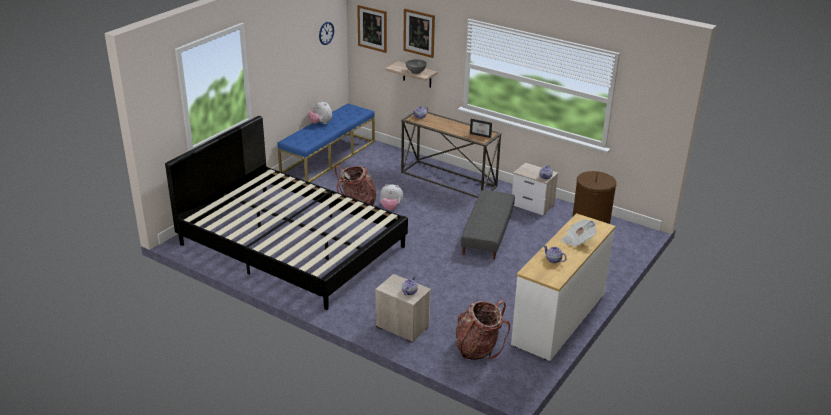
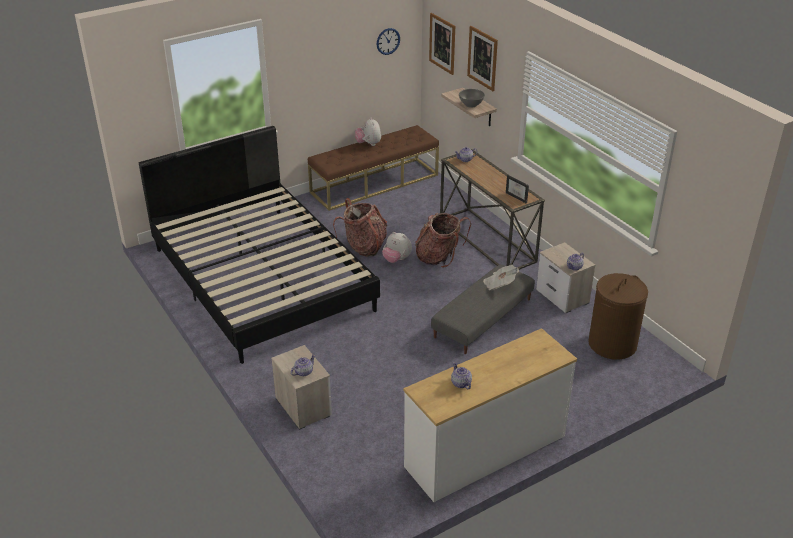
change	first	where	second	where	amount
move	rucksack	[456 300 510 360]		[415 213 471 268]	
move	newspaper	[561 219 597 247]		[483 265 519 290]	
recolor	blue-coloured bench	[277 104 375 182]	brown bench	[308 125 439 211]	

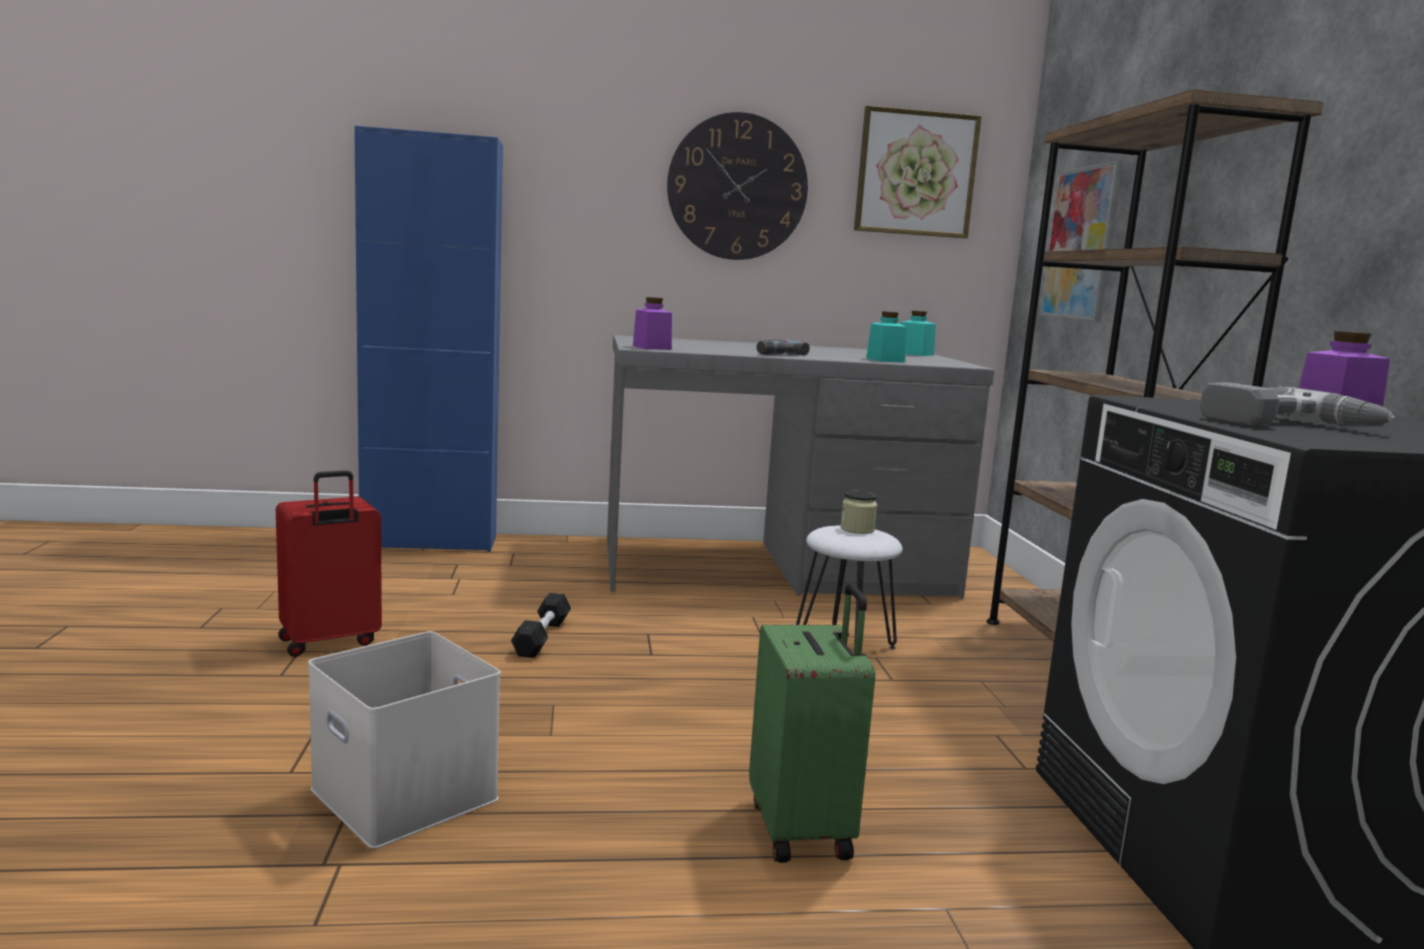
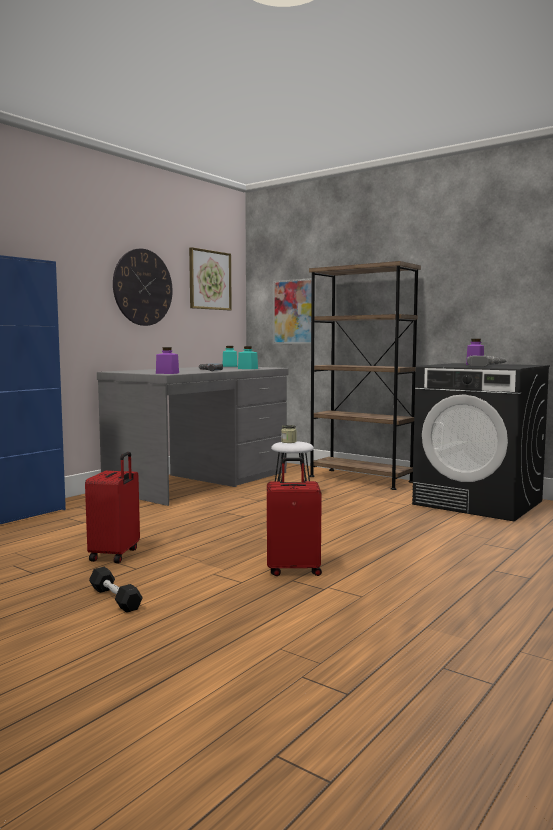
change	first	where	second	where	amount
delete	green suitcase	[749 583 875 863]			
move	black hand weight	[511 593 571 658]		[89 567 143 613]	
replace	white-coloured storage bin	[308 631 501 849]	red-coloured suitcase	[267 458 322 576]	

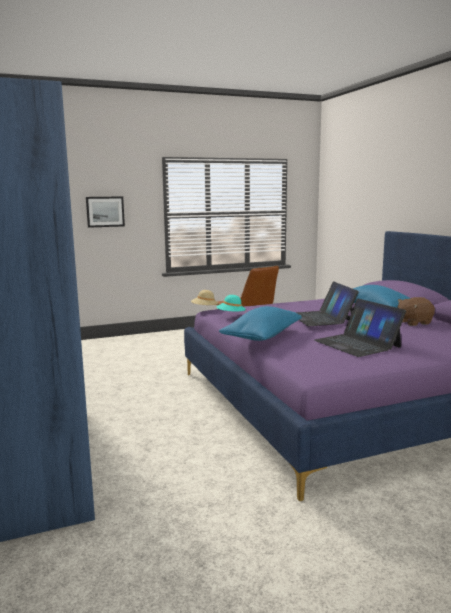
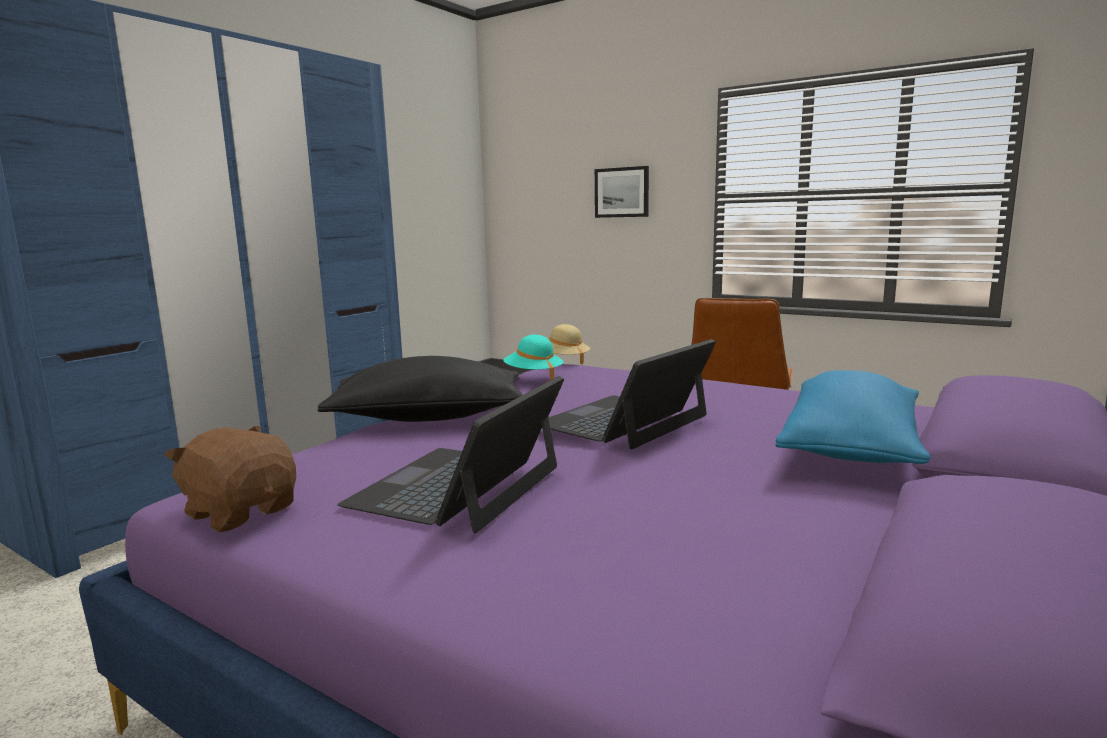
change	first	where	second	where	amount
move	brown plush toy	[397 297 435 326]		[164 426 296 532]	
recolor	blue-coloured cushion	[219 306 302 341]	black cushion	[318 356 523 422]	

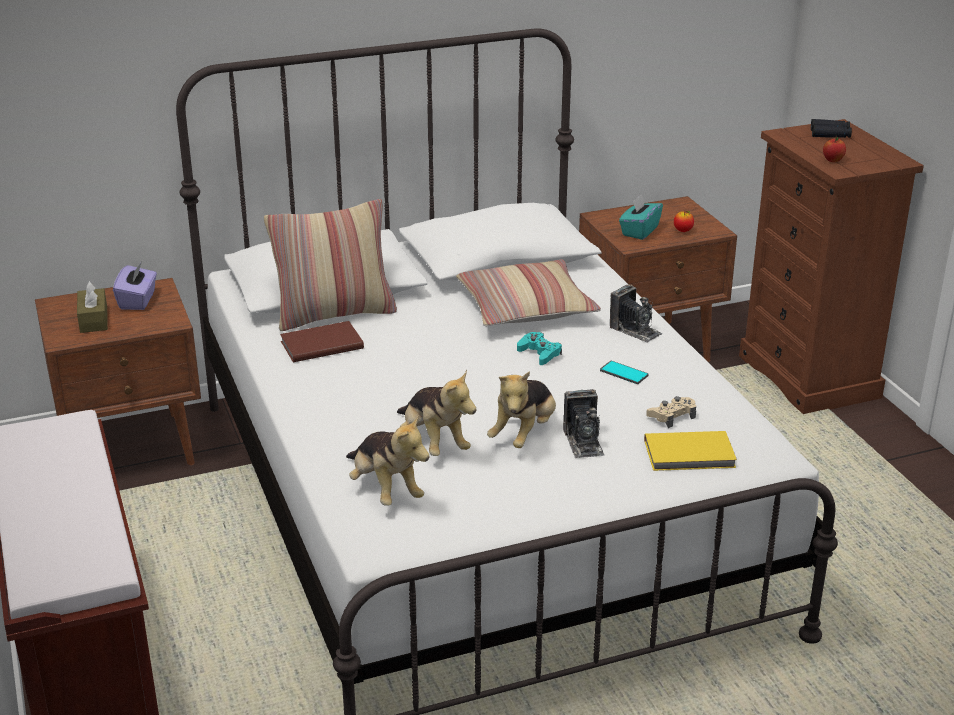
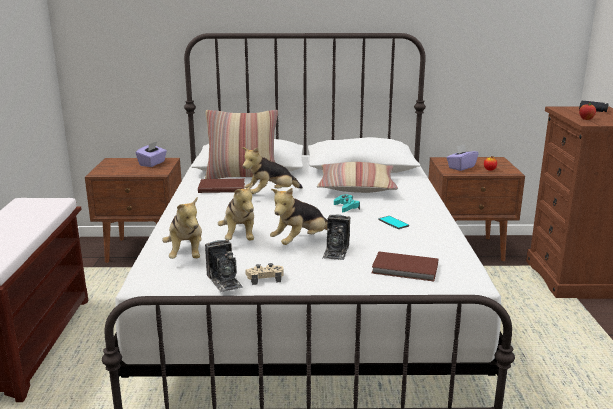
change	first	where	second	where	amount
delete	brown tissue box	[77 281 108 333]			
insert			plush toy	[242 147 303 194]	
move	photo camera	[610 284 663 343]		[205 240 243 292]	
move	beige-coloured game controller	[646 396 696 428]		[245 263 284 285]	
recolor	blue-green tissue box	[619 194 663 240]	purple tissue box	[447 144 479 171]	
recolor	yellow book	[644 431 737 471]	brown book	[371 251 438 282]	

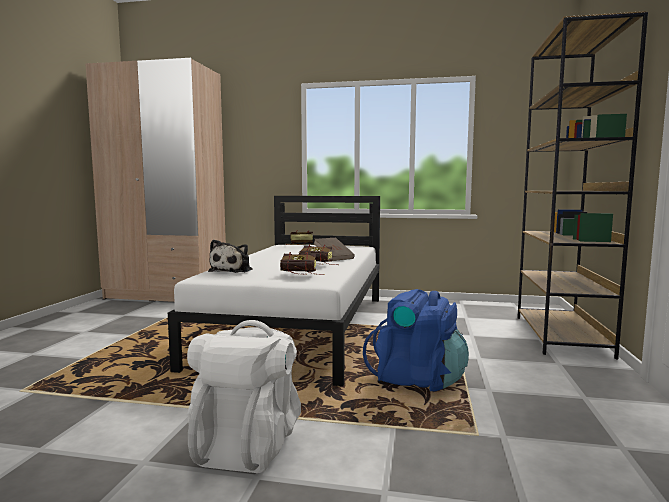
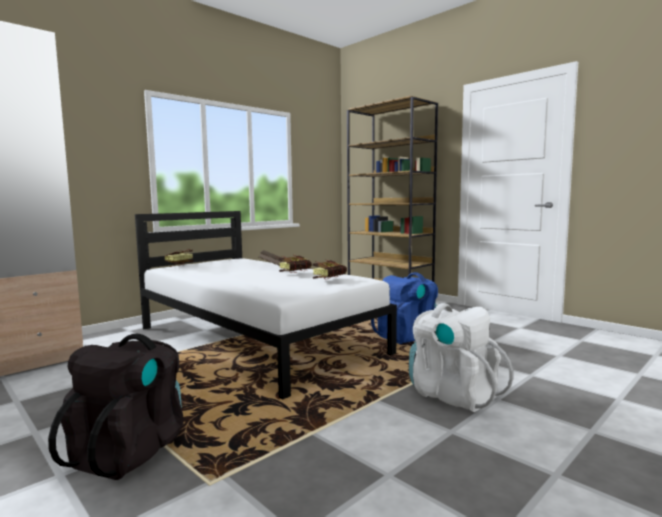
change	first	where	second	where	amount
delete	plush toy	[208 239 252 273]			
insert			black rucksack	[48 334 184 480]	

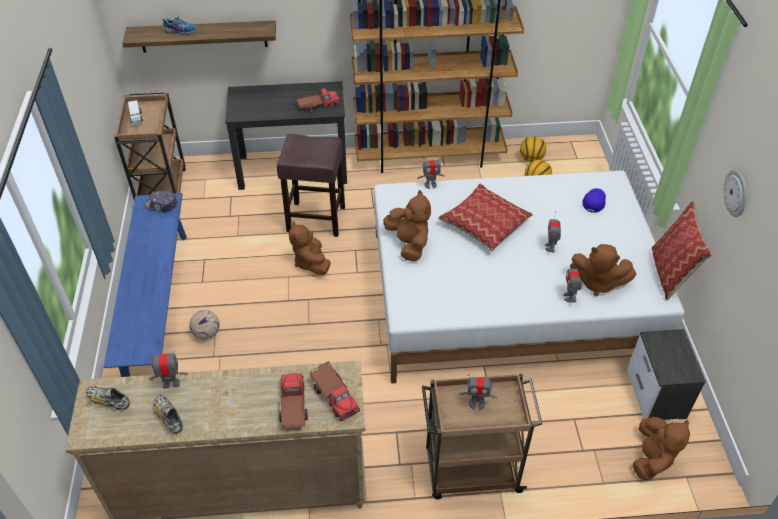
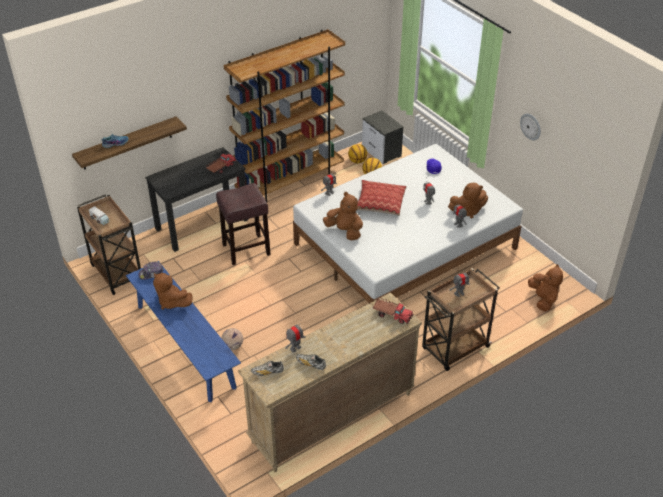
change	first	where	second	where	amount
delete	model truck	[279 373 308 428]			
delete	cushion	[652 201 713 300]			
move	brown plush toy	[289 221 331 275]		[153 273 192 310]	
move	night table	[627 329 706 420]		[362 111 404 164]	

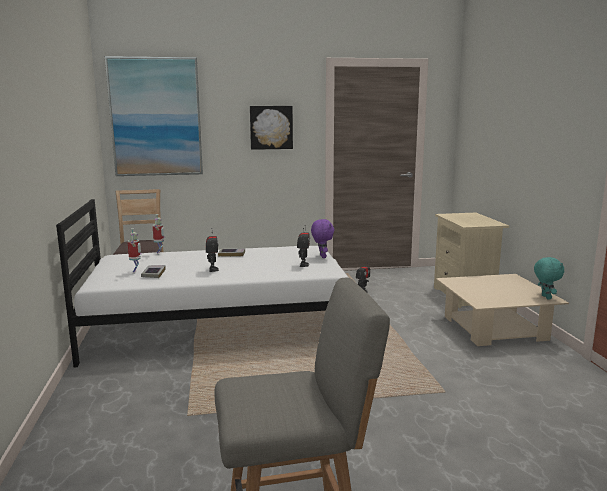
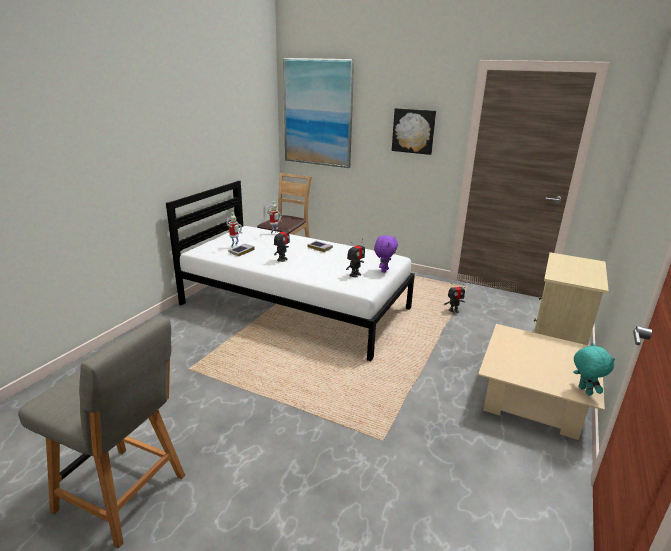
change	first	where	second	where	amount
rotate	blue-green plush toy	[534 257 564 299]		[573 343 615 396]	45 degrees counterclockwise

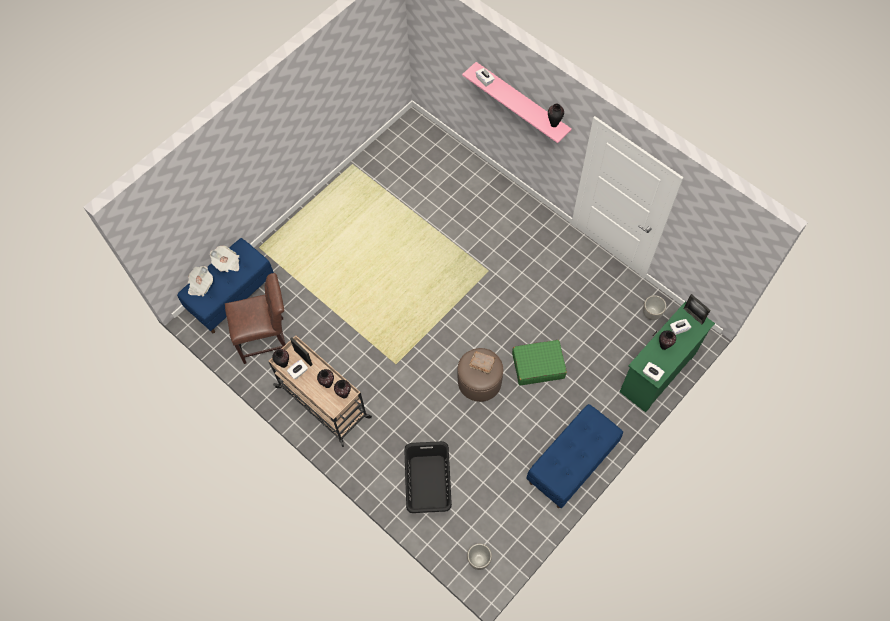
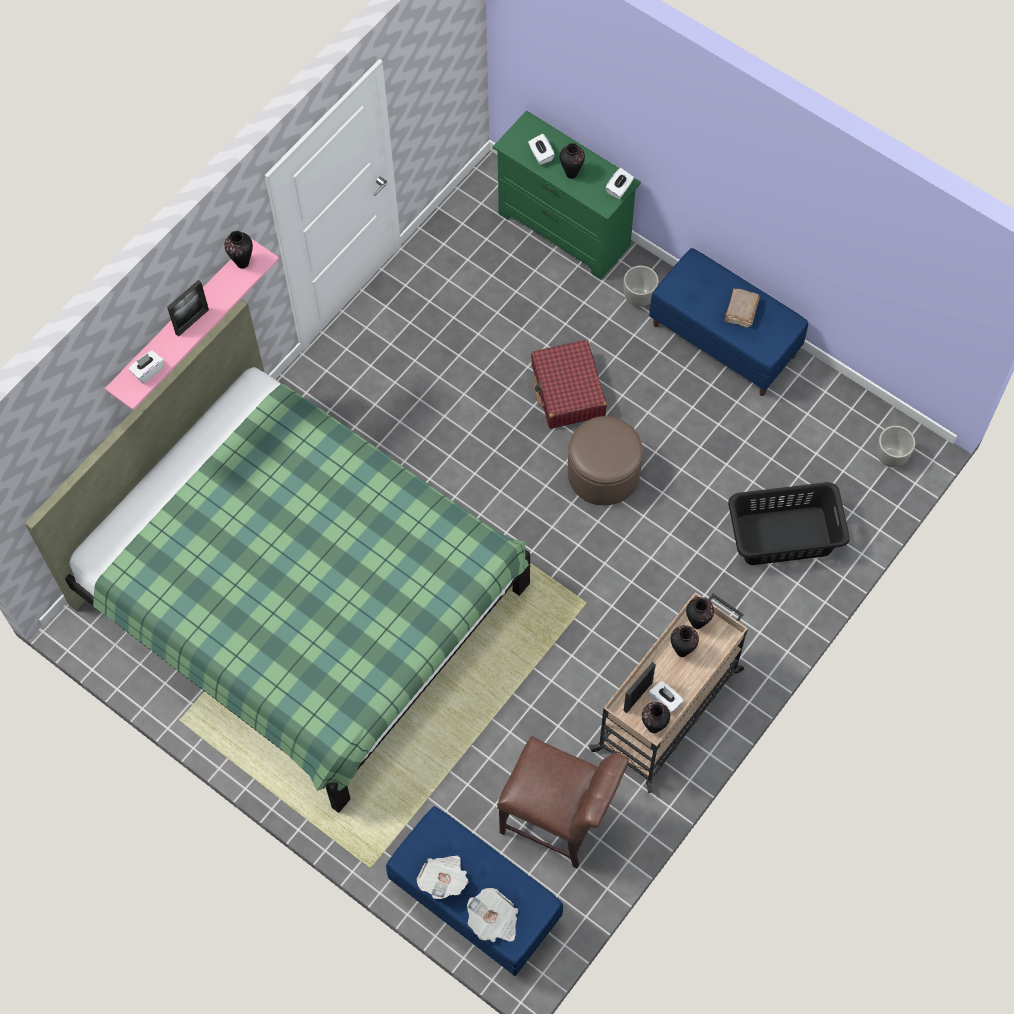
change	first	where	second	where	amount
insert			green bed	[25 299 530 813]	
move	brown book	[469 351 495 374]		[724 288 760 328]	
move	planter	[643 295 666 320]		[623 265 659 307]	
move	standing frame	[684 294 710 324]		[167 280 209 337]	
recolor	green suitcase	[512 340 567 385]	red-coloured suitcase	[531 340 607 429]	
rotate	brown upright chair	[225 273 286 364]		[497 736 629 868]	135 degrees clockwise

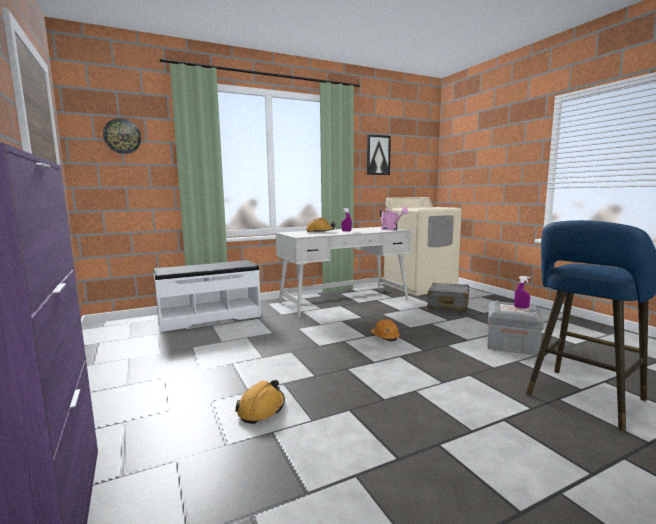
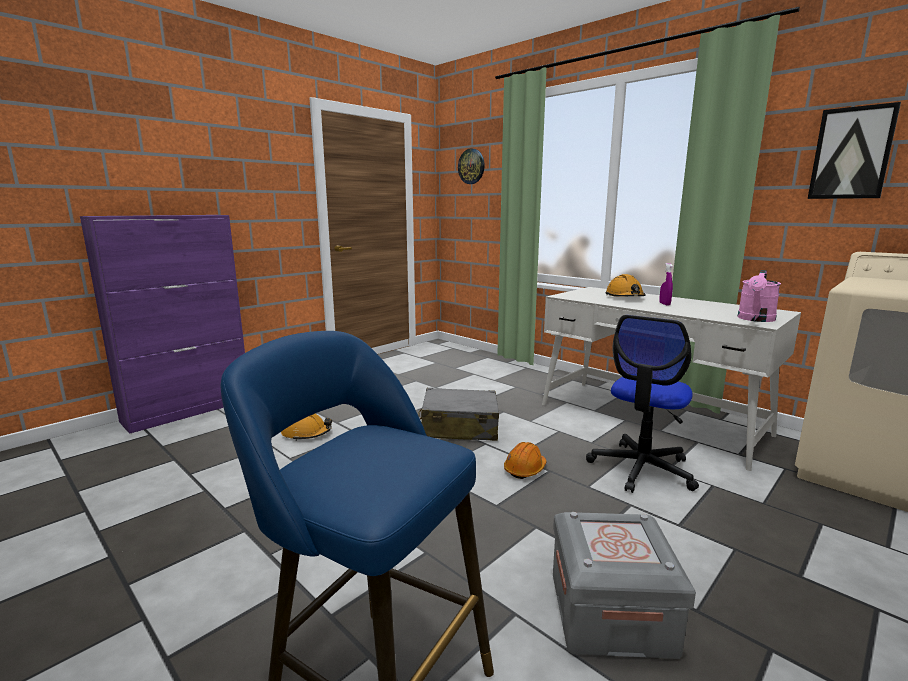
change	first	where	second	where	amount
delete	white-coloured bench	[153 260 261 332]			
delete	purple spray bottle	[514 276 530 309]			
insert			computer chair	[586 315 699 493]	
move	greyish suitcase	[427 283 469 311]		[419 388 499 441]	

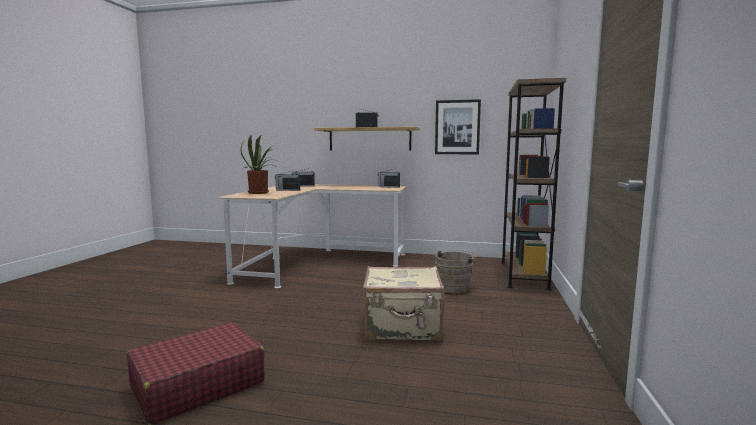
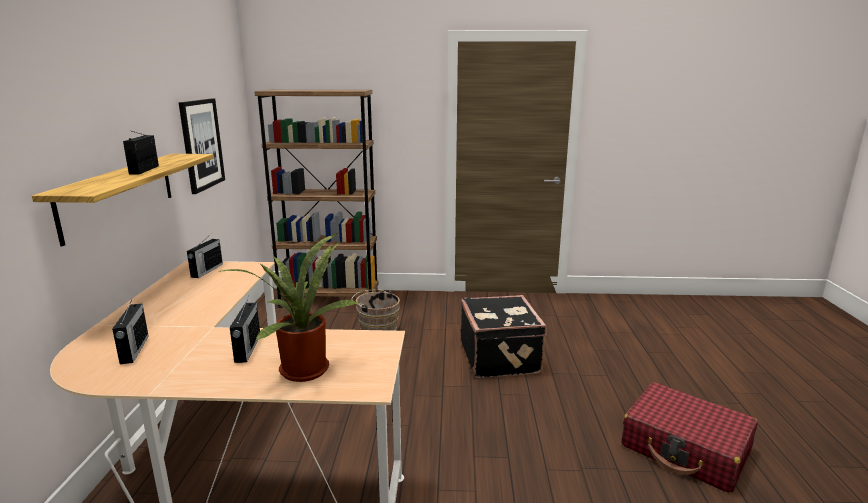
change	first	where	second	where	amount
recolor	beige-coloured suitcase	[363 266 445 341]	black suitcase	[460 295 547 378]	

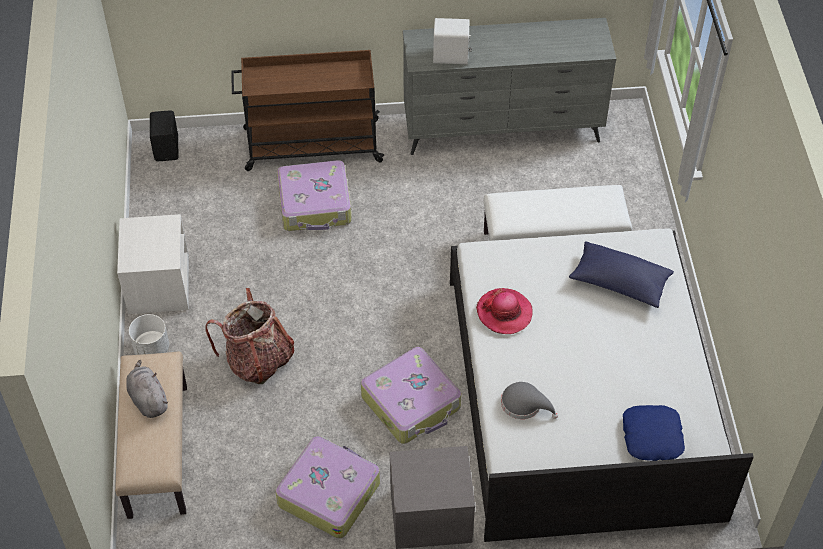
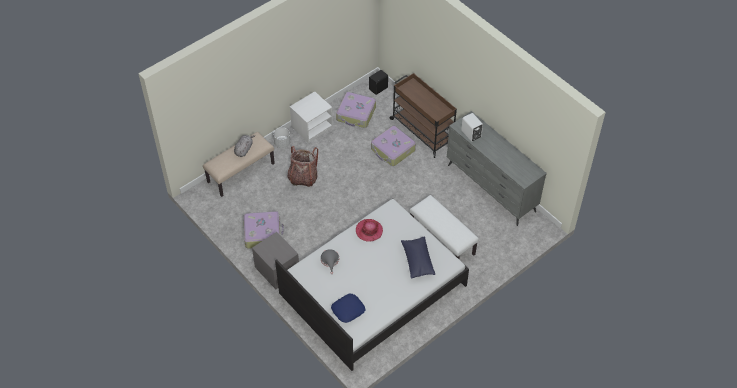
change	first	where	second	where	amount
move	suitcase	[361 347 461 444]		[336 92 376 128]	

